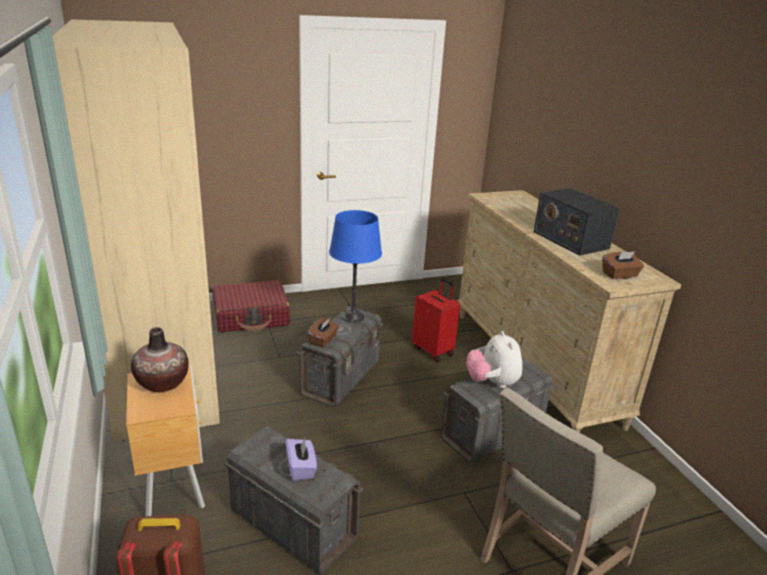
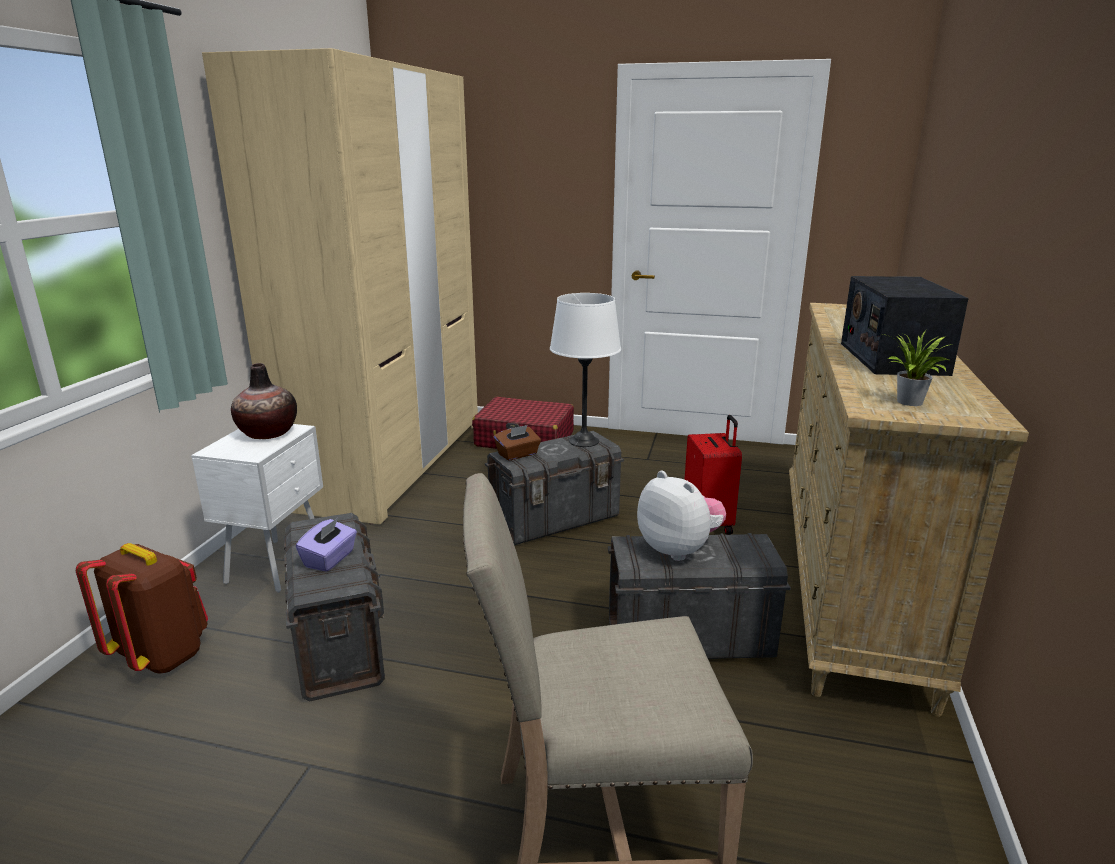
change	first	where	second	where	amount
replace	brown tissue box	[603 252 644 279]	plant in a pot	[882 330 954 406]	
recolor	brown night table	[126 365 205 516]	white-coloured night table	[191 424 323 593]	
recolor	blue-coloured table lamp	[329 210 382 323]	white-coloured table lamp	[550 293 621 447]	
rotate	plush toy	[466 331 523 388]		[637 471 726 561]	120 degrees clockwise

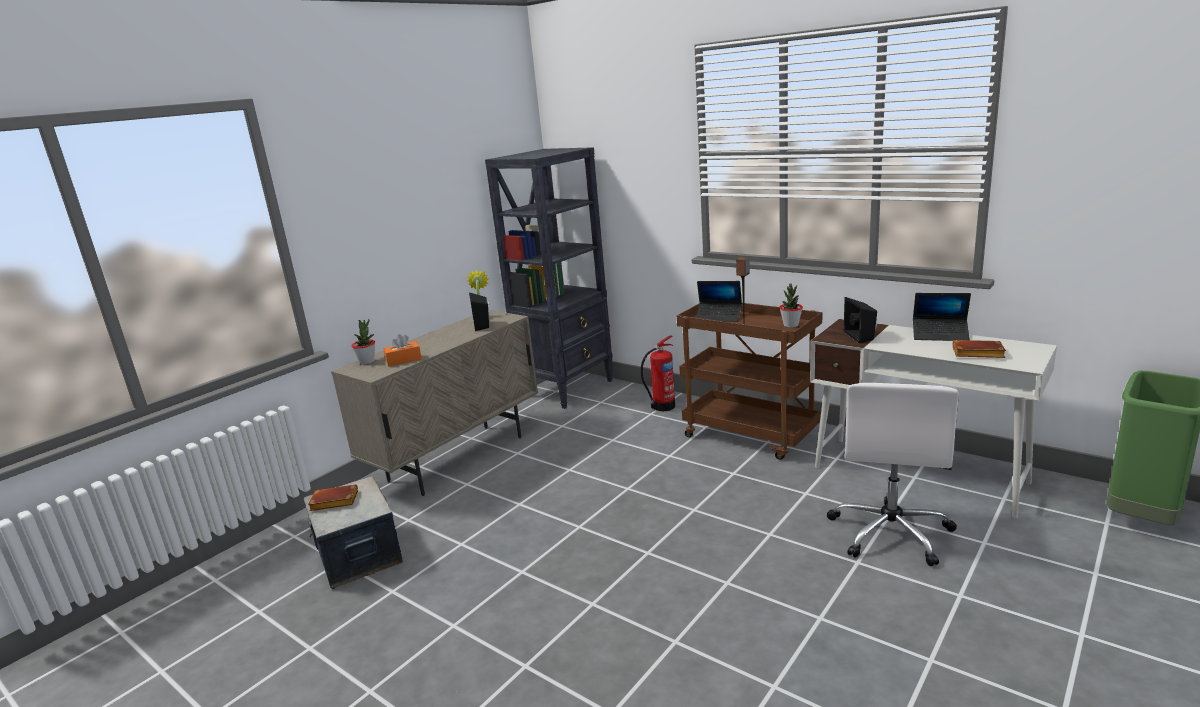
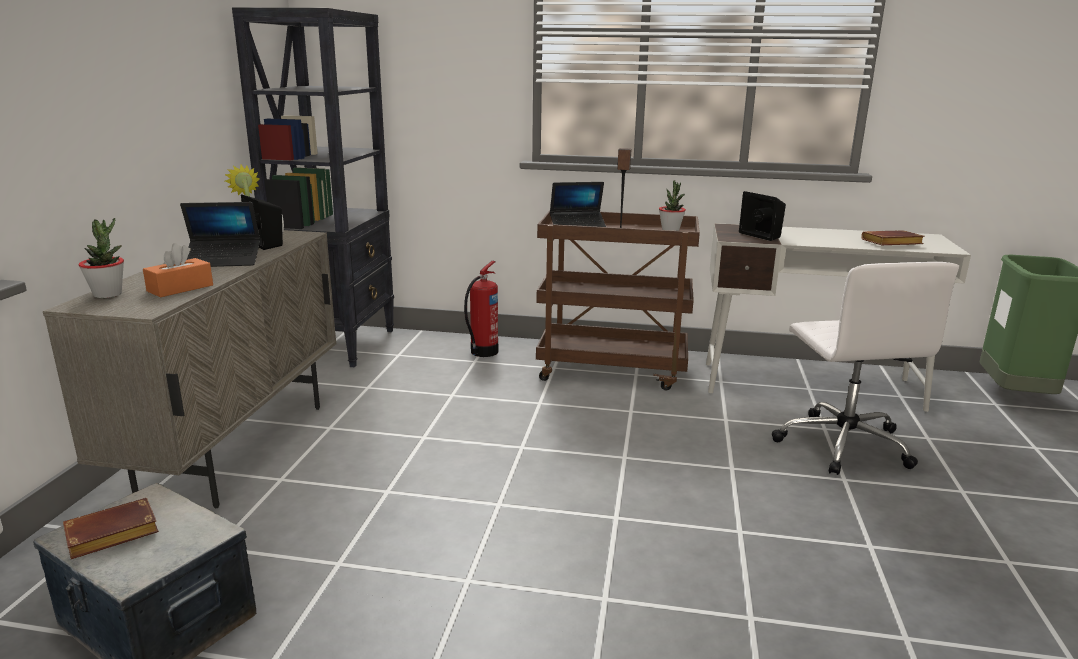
change	first	where	second	where	amount
move	laptop	[913 293 971 341]		[180 202 260 267]	

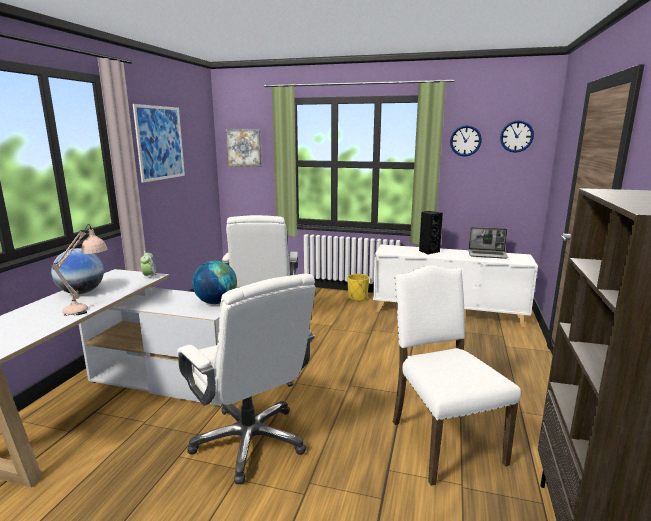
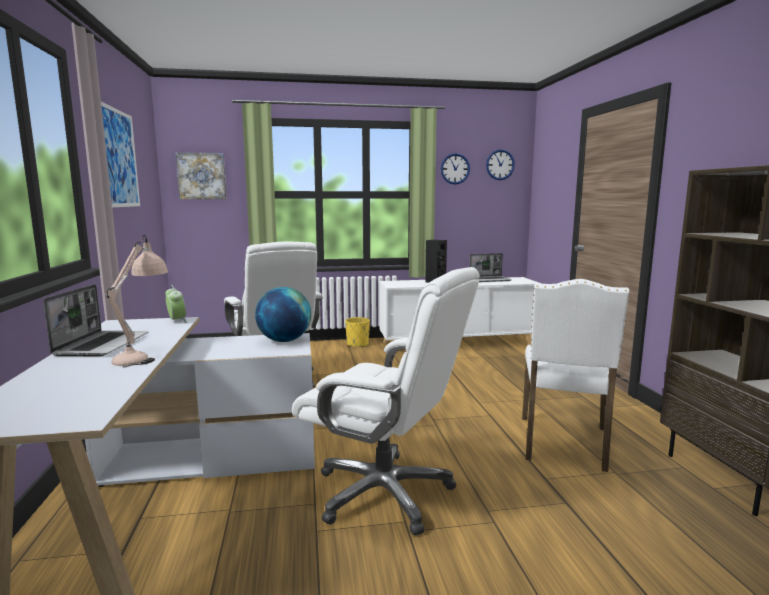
change	first	where	second	where	amount
replace	world globe	[51 248 104 294]	laptop	[43 284 149 356]	
rotate	white-coloured upright chair	[393 265 521 486]		[522 279 630 472]	120 degrees counterclockwise

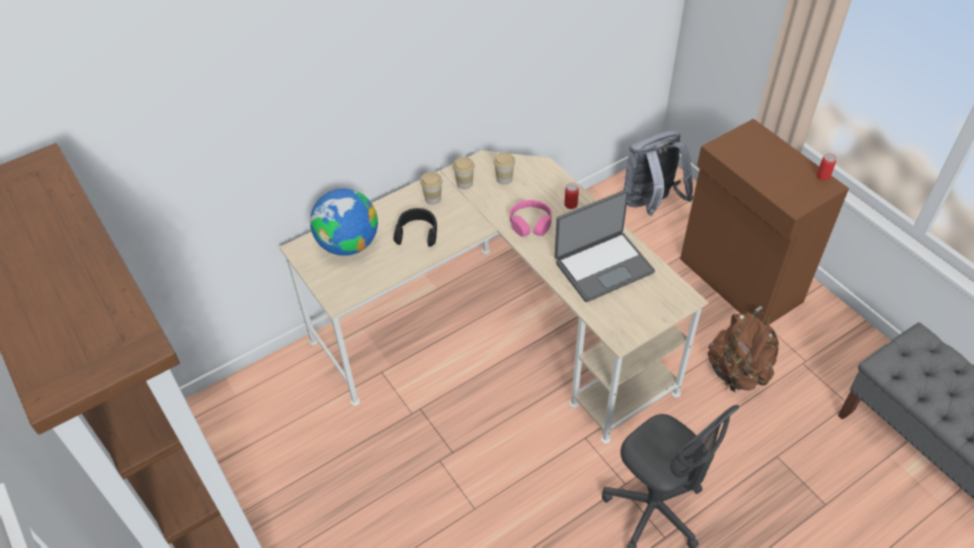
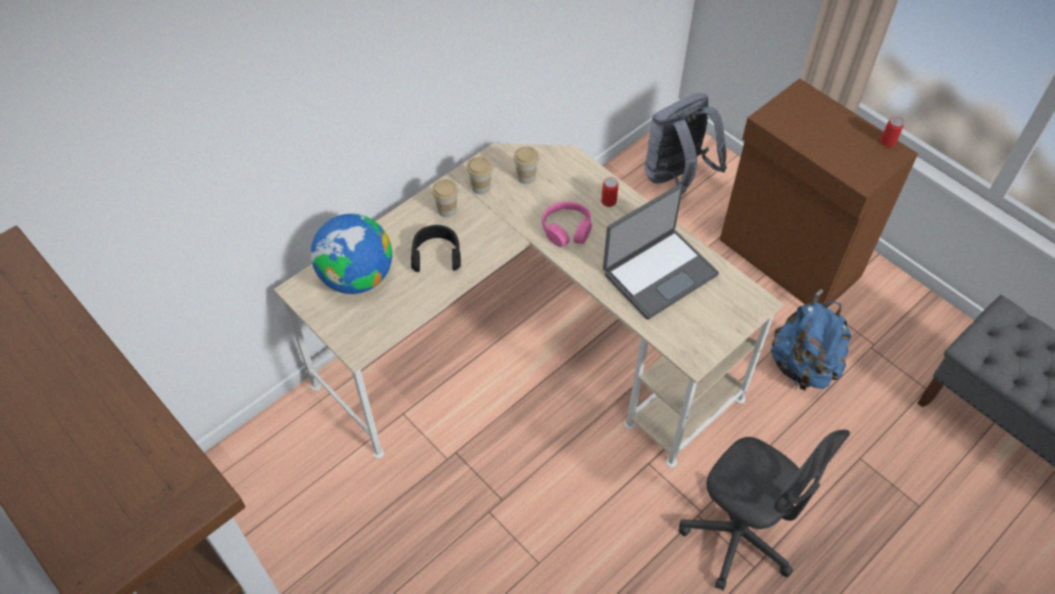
change	first	where	second	where	amount
recolor	brown rucksack	[708 312 779 392]	blue-coloured rucksack	[771 301 852 390]	

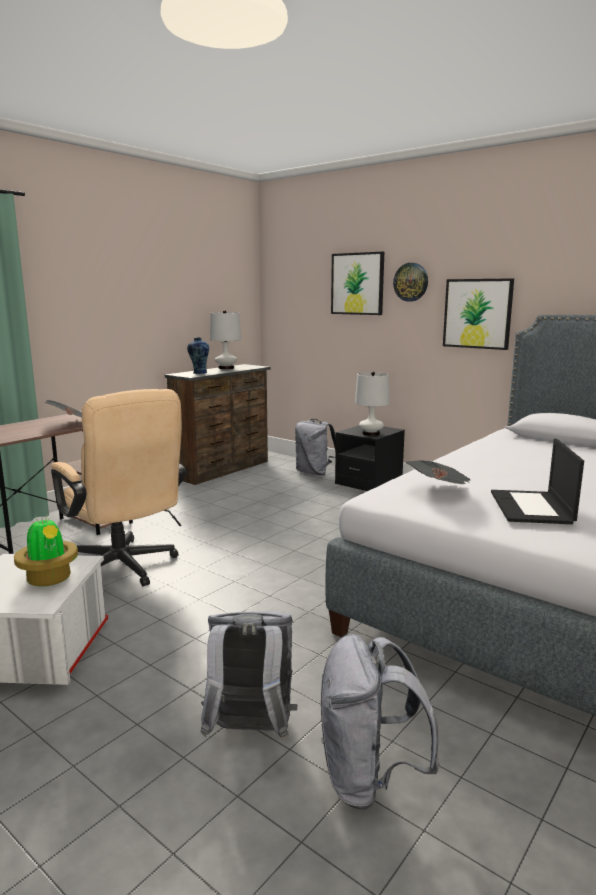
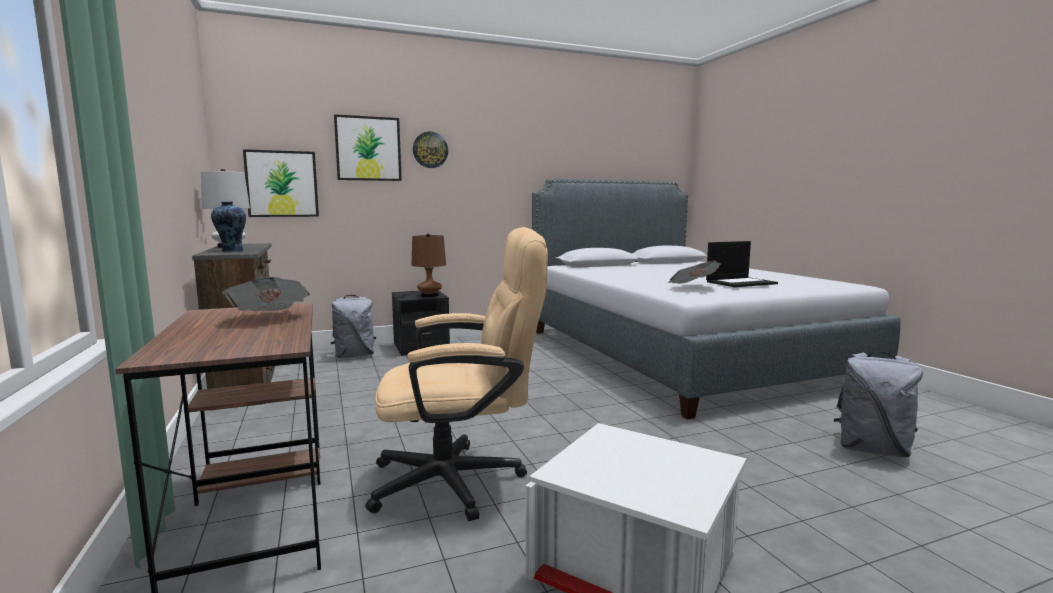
change	first	where	second	where	amount
delete	plant in a pot	[14 516 78 587]			
delete	greyish rucksack	[200 611 297 740]			
move	picture	[443 278 514 350]		[243 149 319 217]	
recolor	white-coloured table lamp	[355 372 390 436]	brown table lamp	[412 233 446 297]	
rotate	laptop	[491 439 584 524]		[706 241 778 287]	60 degrees counterclockwise

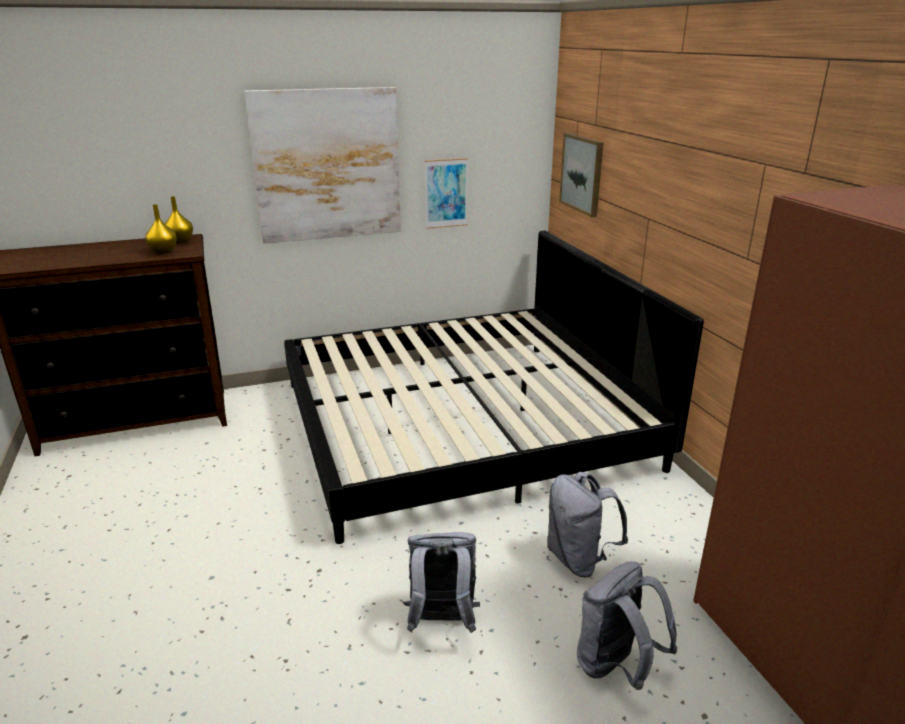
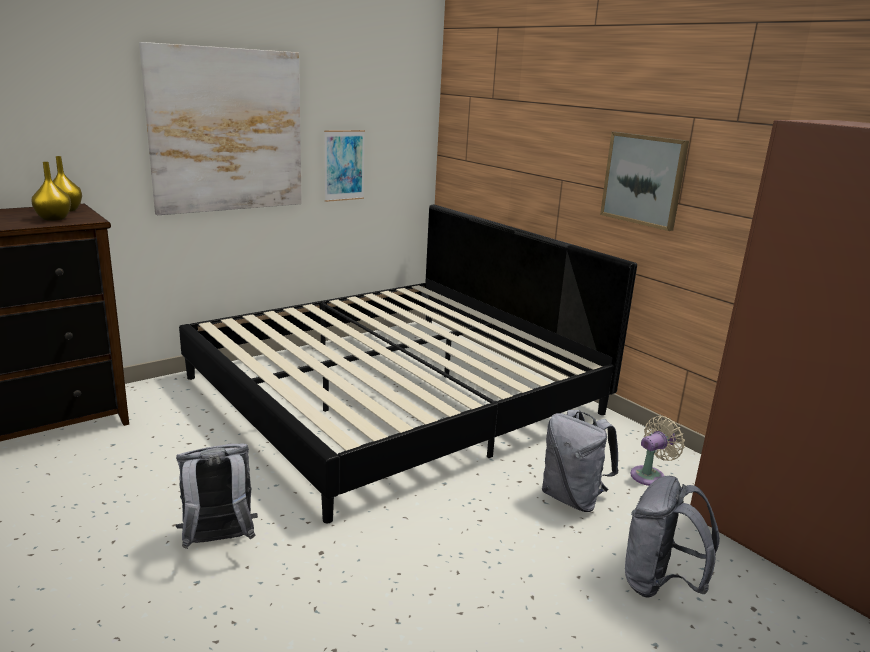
change	first	where	second	where	amount
insert			beige-coloured electric fan	[630 416 685 486]	
move	greyish rucksack	[403 532 480 633]		[175 443 258 549]	
move	picture	[559 133 604 217]		[600 132 689 231]	

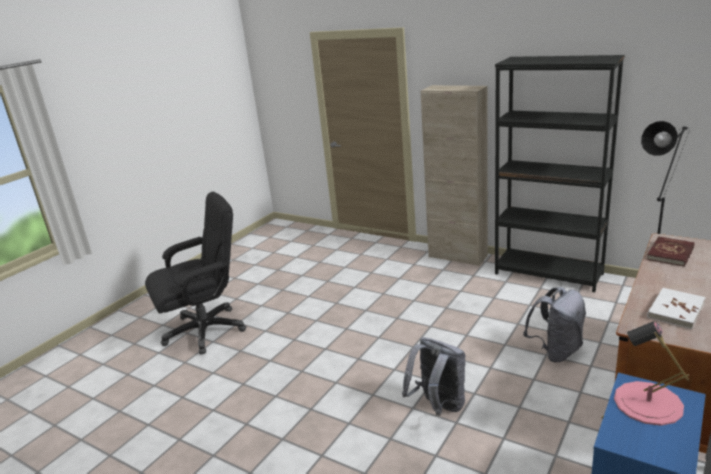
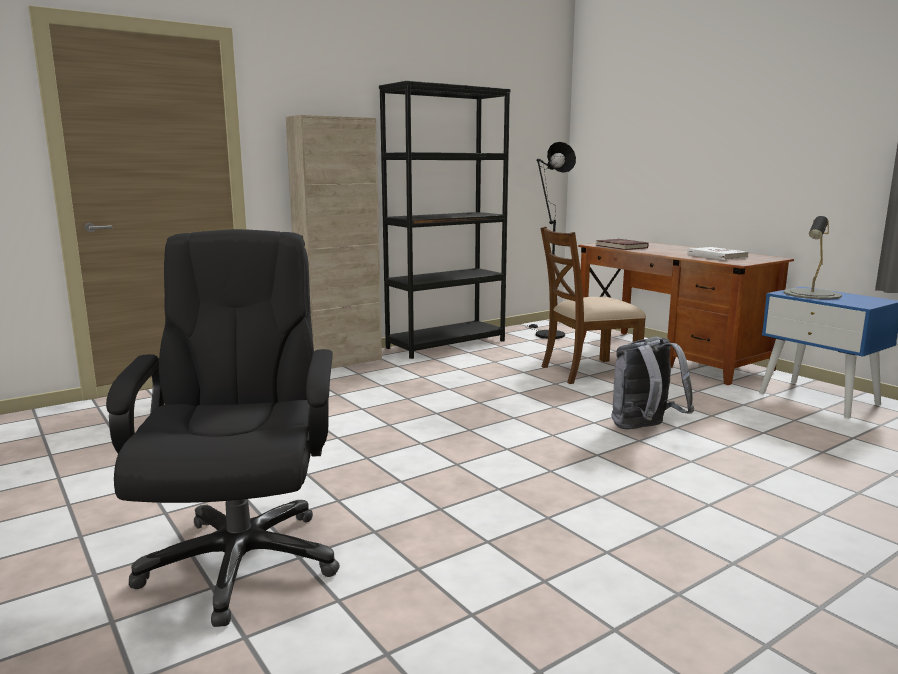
change	first	where	second	where	amount
replace	greyish rucksack	[523 287 586 362]	brown upright chair	[540 227 646 384]	
recolor	pink table lamp	[614 321 689 426]	greyish table lamp	[783 216 842 299]	

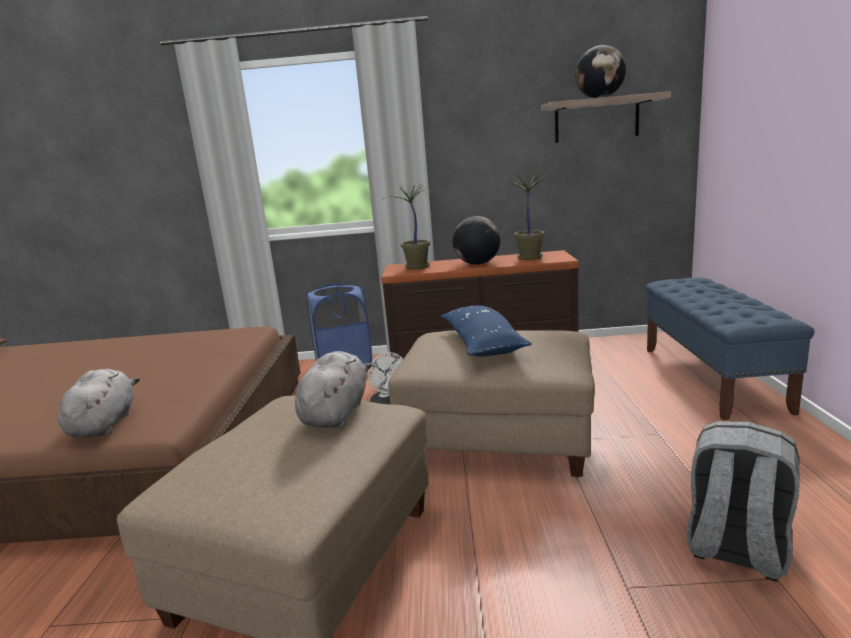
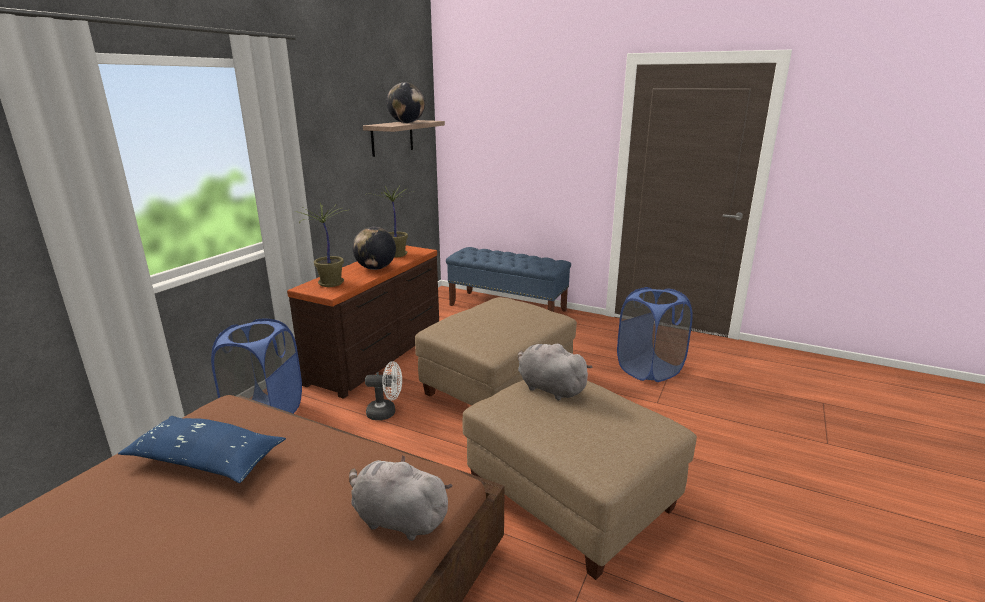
change	first	where	second	where	amount
move	blue-coloured cushion	[440 305 532 357]		[118 416 286 483]	
replace	greyish rucksack	[686 421 800 582]	blue-coloured laundry basket	[617 287 693 382]	

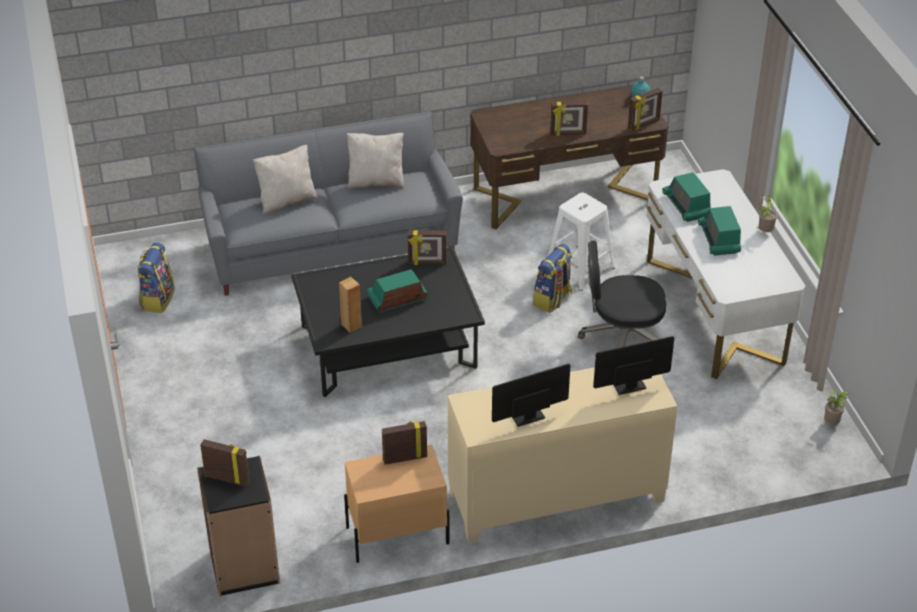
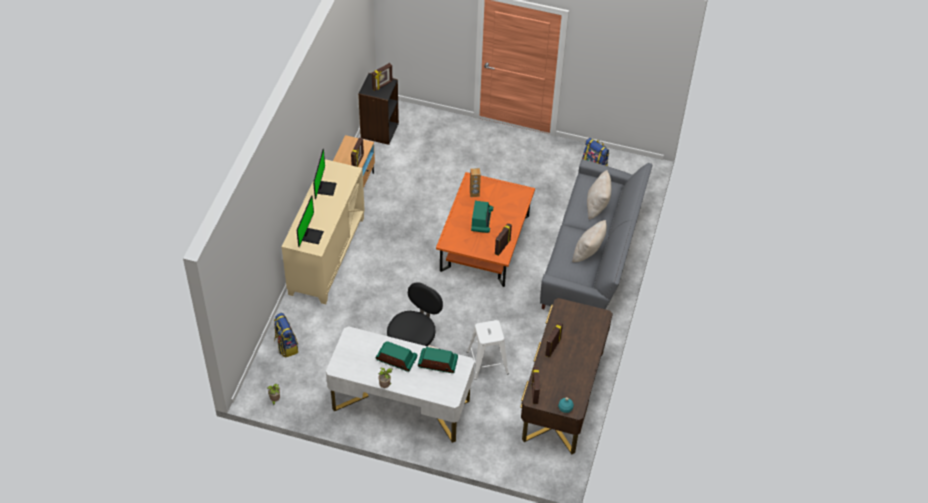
change	first	where	second	where	amount
move	rucksack	[533 244 572 313]		[274 313 298 358]	
recolor	black coffee table	[292 247 485 397]	orangey coffee table	[436 172 535 287]	

